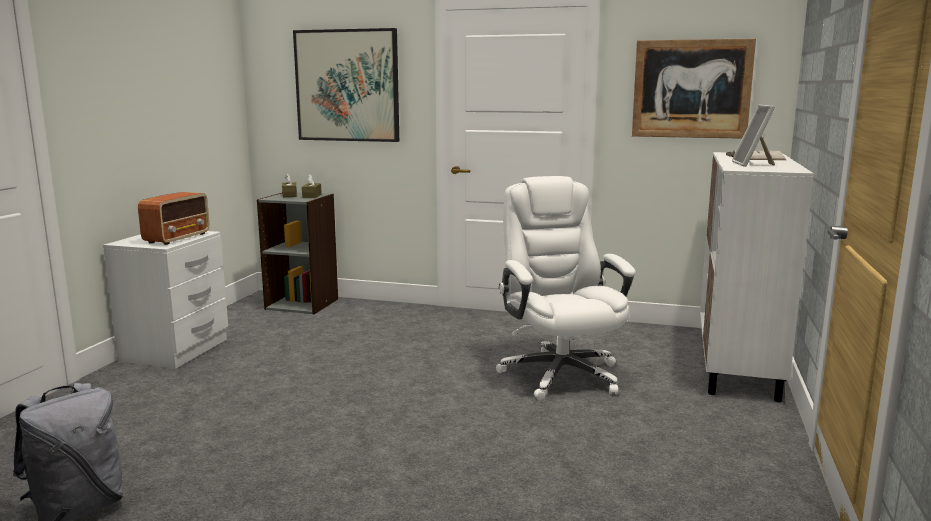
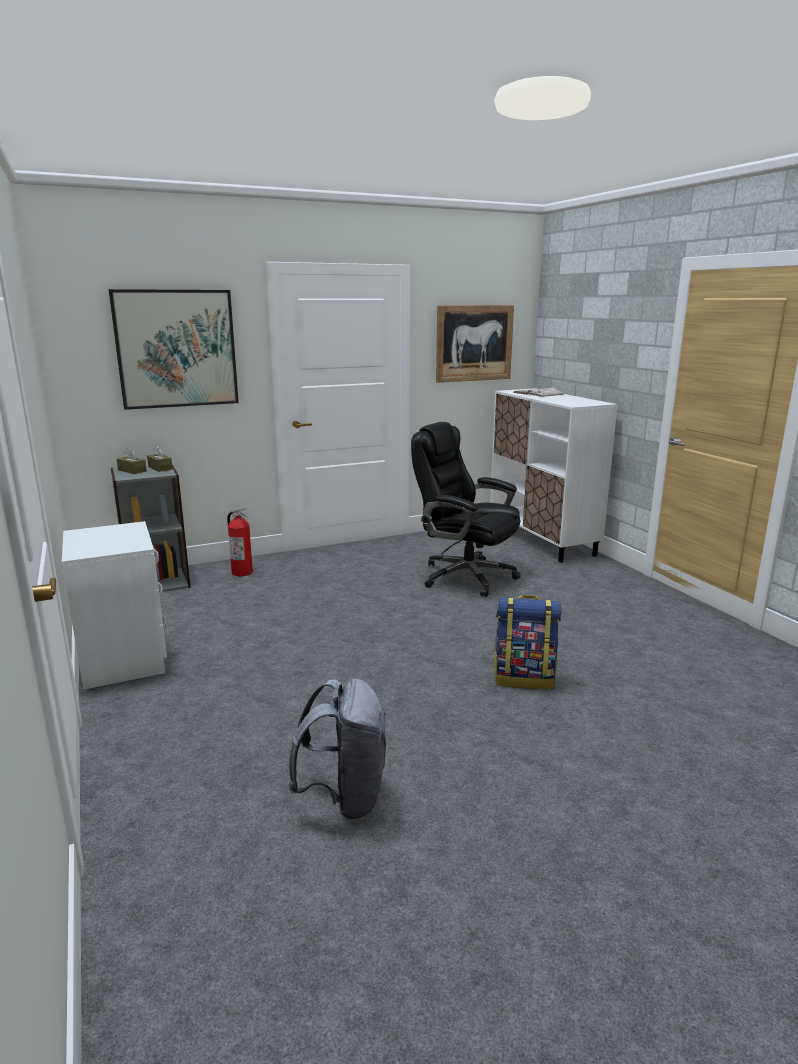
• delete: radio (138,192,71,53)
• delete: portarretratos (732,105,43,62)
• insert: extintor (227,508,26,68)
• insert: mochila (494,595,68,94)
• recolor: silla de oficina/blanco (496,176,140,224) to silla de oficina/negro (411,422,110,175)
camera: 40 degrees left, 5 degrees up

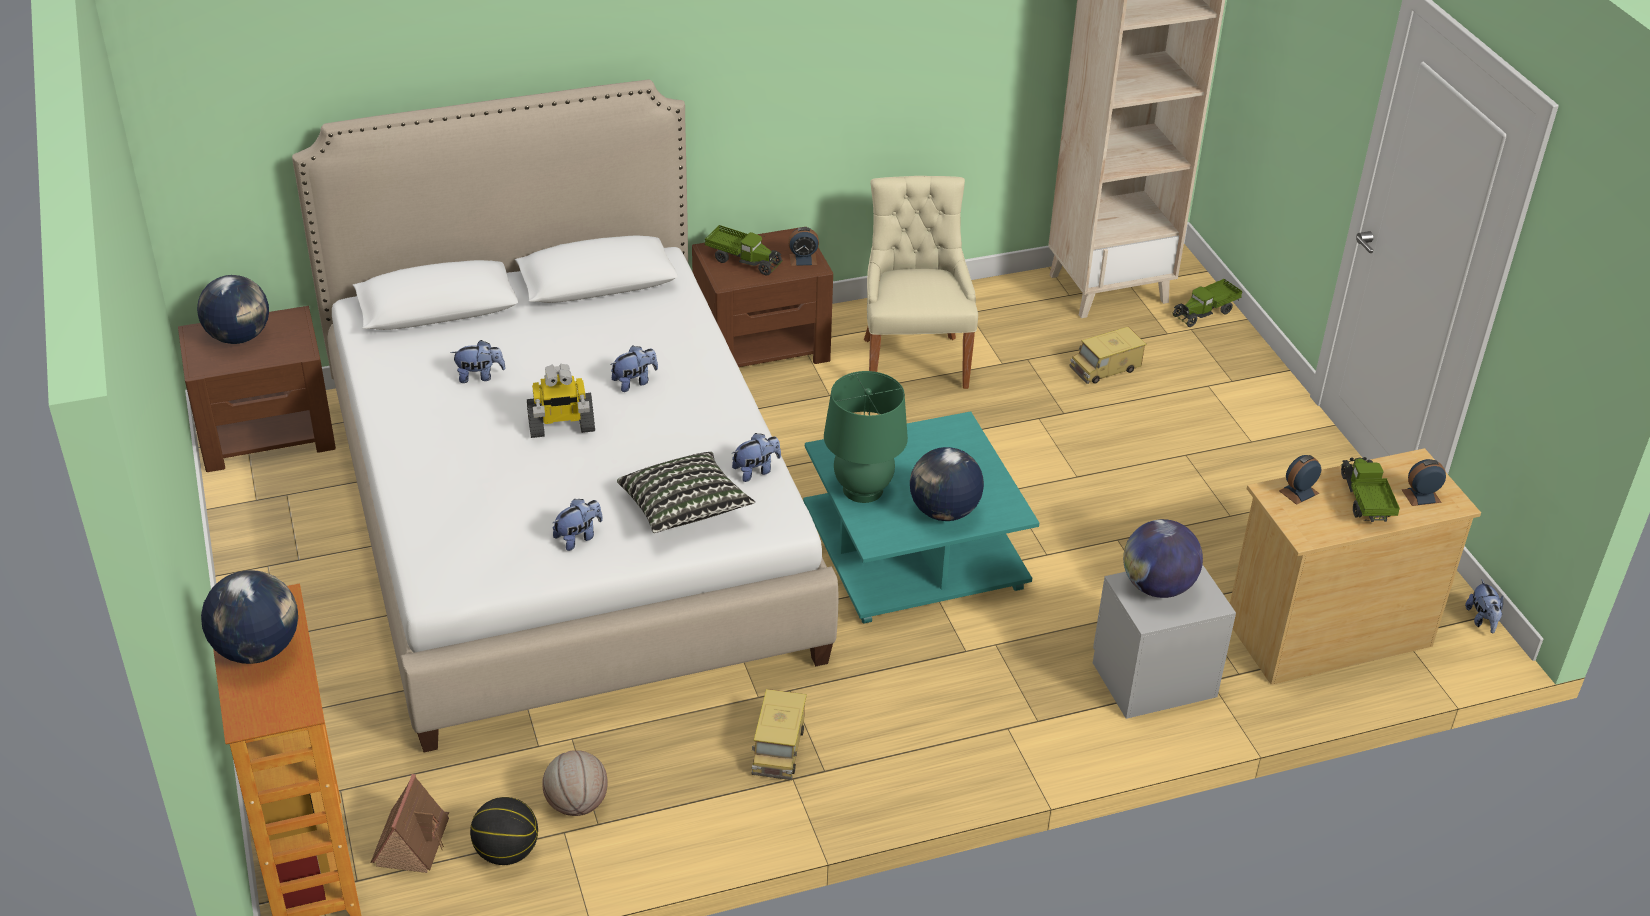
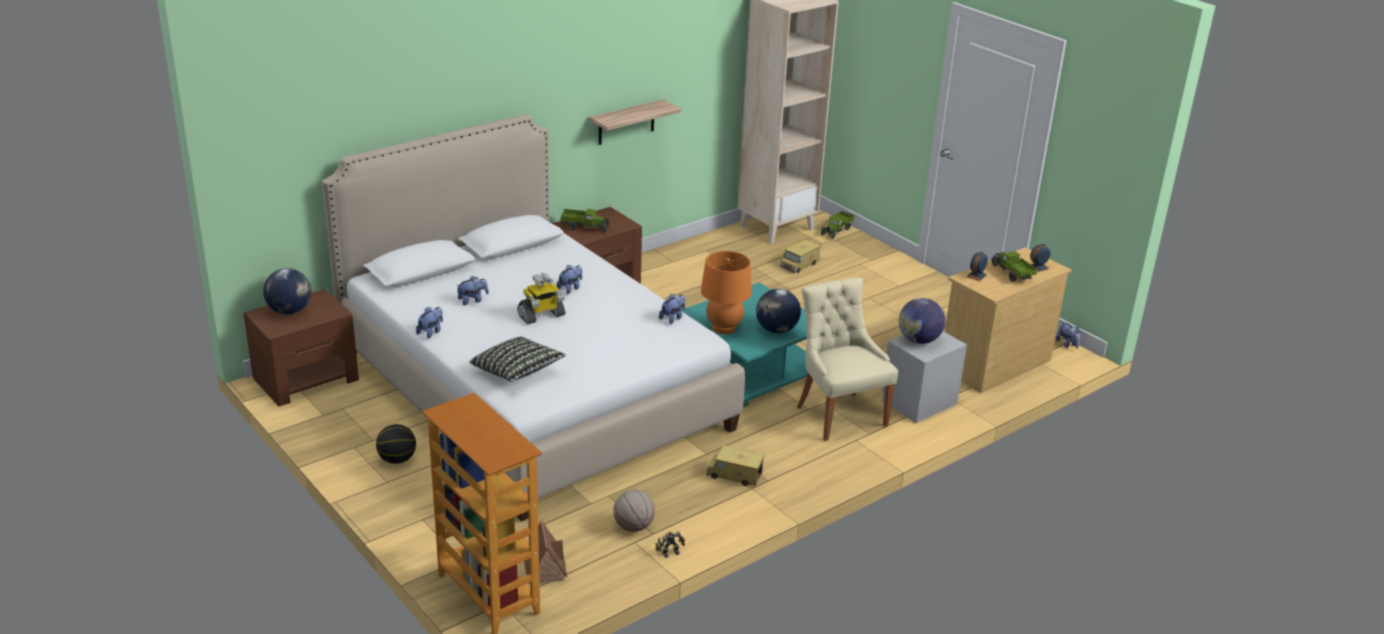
• delete: globo terráqueo (201,570,97,94)
• delete: despertador (788,227,31,39)
• insert: estante (589,99,93,46)
• insert: robot de juguete (655,531,30,27)
• move: balón de baloncesto (470,797,68,68) to (376,424,40,40)
• move: peluche (553,499,50,52) to (416,307,27,32)
• move: cojín (617,452,138,81) to (469,337,97,44)
• move: silla/beis (864,176,114,213) to (797,277,101,164)
• recolor: lámpara de mesa/verde (824,371,84,132) to lámpara de mesa/naranja (701,251,51,83)
• rotate: camión de juguete (752,689,55,91) = (706,445,59,41) 120 degrees clockwise
camera: 20 degrees left, 10 degrees down

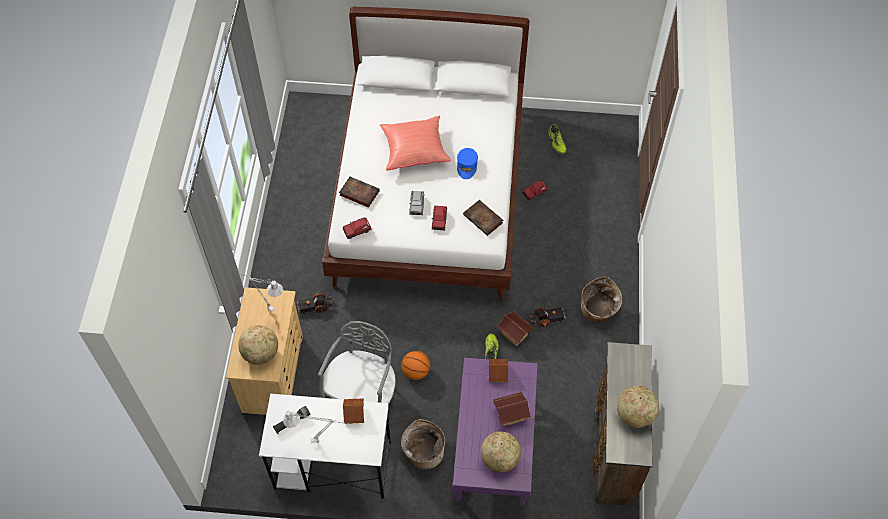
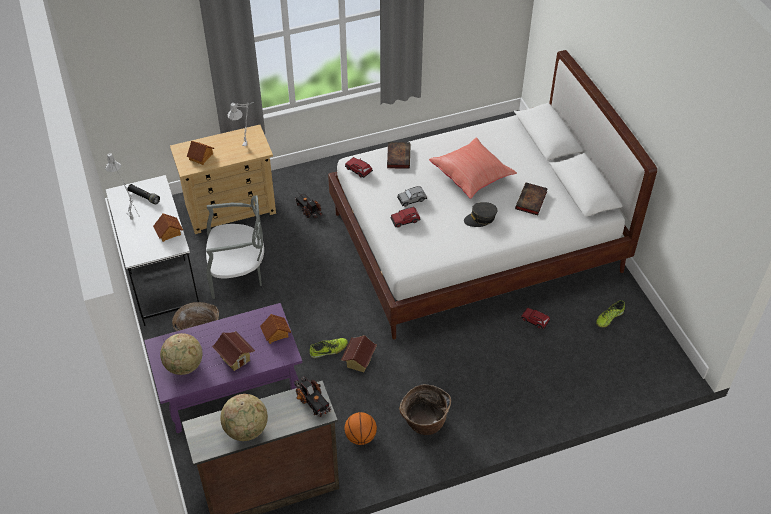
• move: balón de baloncesto (401,351,29,29) to (344,412,33,33)
• move: libro (463,200,40,36) to (515,183,33,32)
• move: camión de juguete (528,307,41,20) to (294,376,37,41)
• replace: globo terráqueo (238,325,40,40) to casita (187,141,27,24)
• recolor: gorra/azul (457,148,21,31) to gorra/gris (464,202,34,25)
camera: 65 degrees right, 10 degrees down

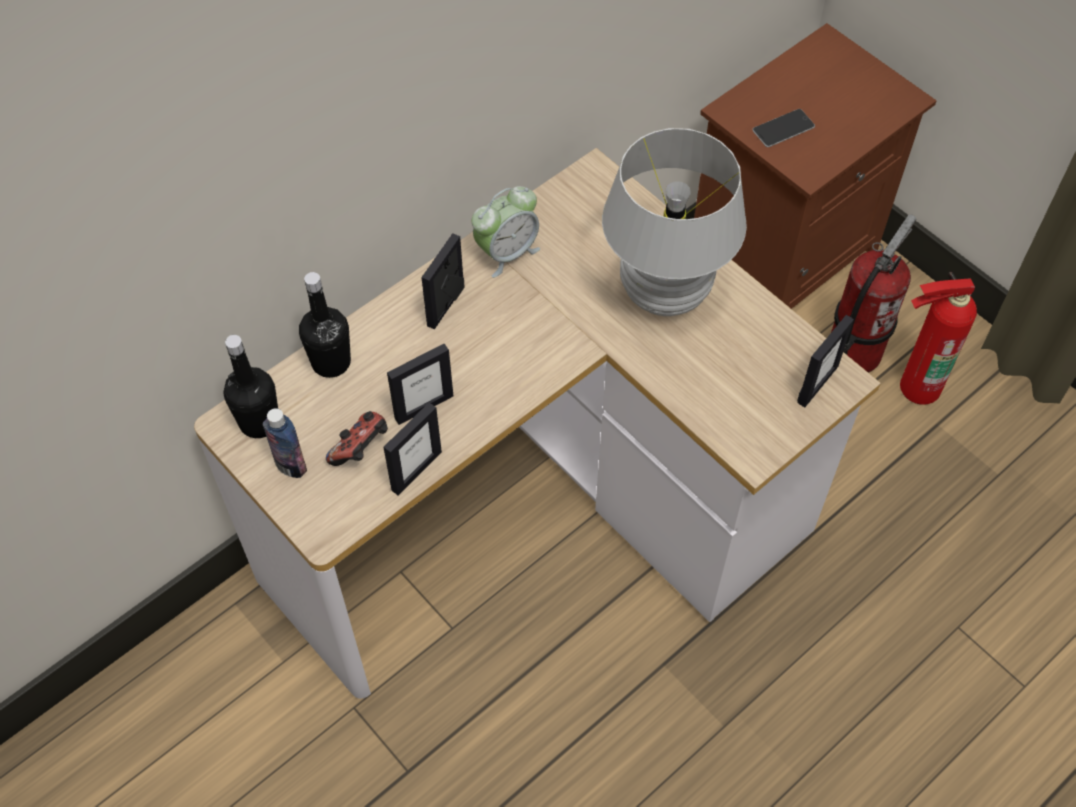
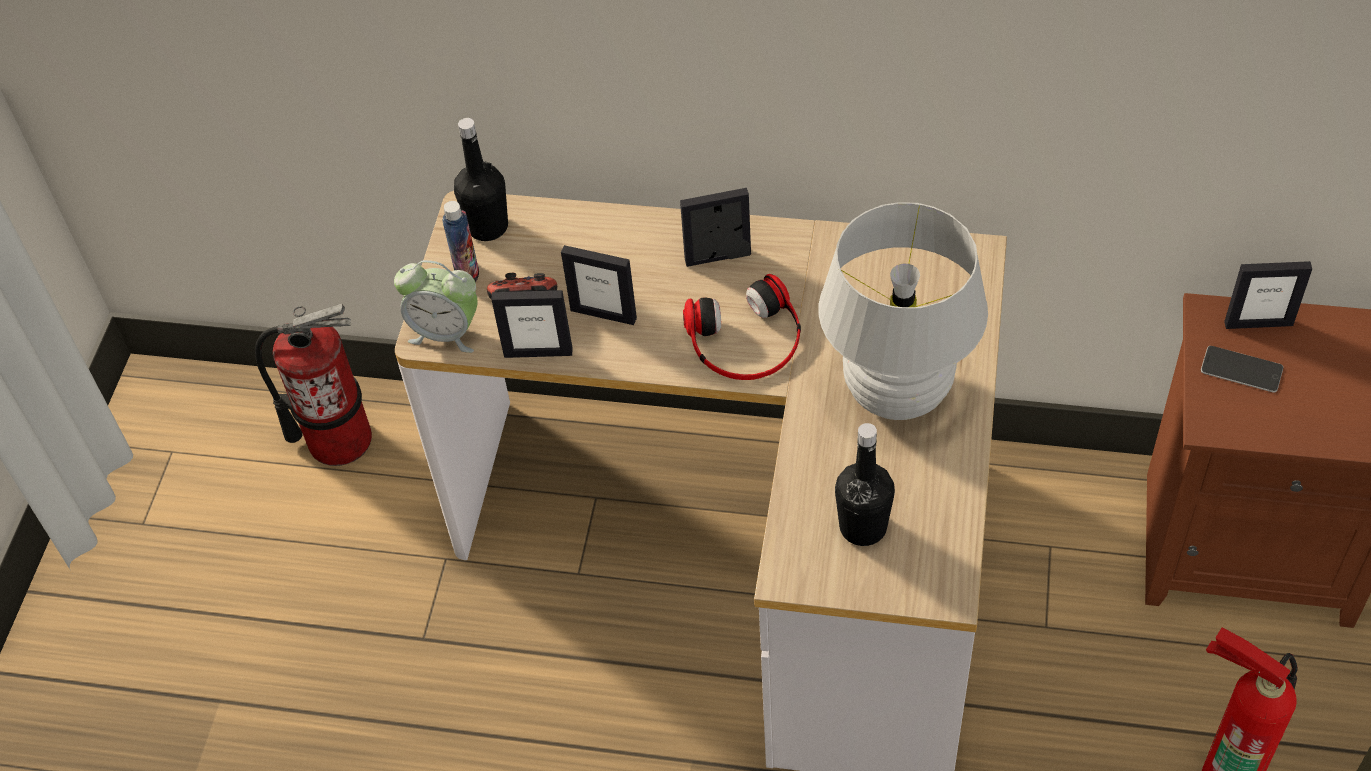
• insert: auriculares (683,274,118,106)
• move: botella/negro (299,272,52,106) to (835,423,60,123)
• move: despertador (472,186,68,92) to (394,260,84,93)
• move: portarretratos (797,315,57,92) to (1224,261,88,68)
• move: extintor (831,215,85,158) to (255,304,117,162)
camera: 55 degrees right, 5 degrees down

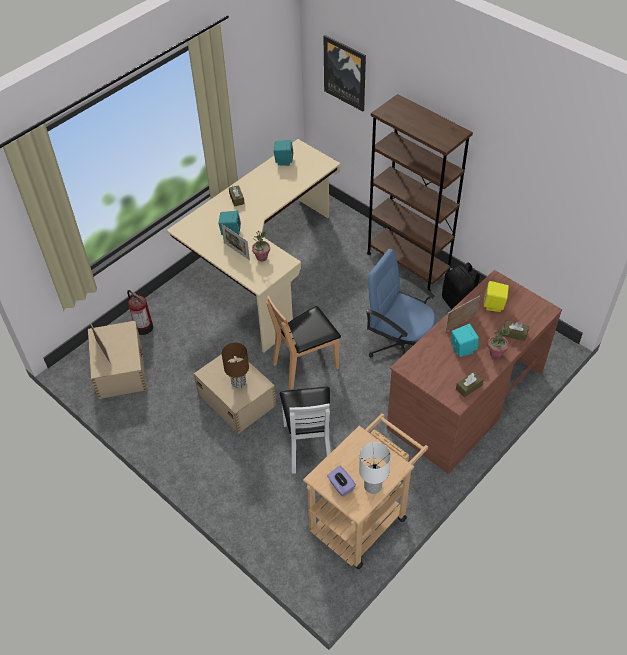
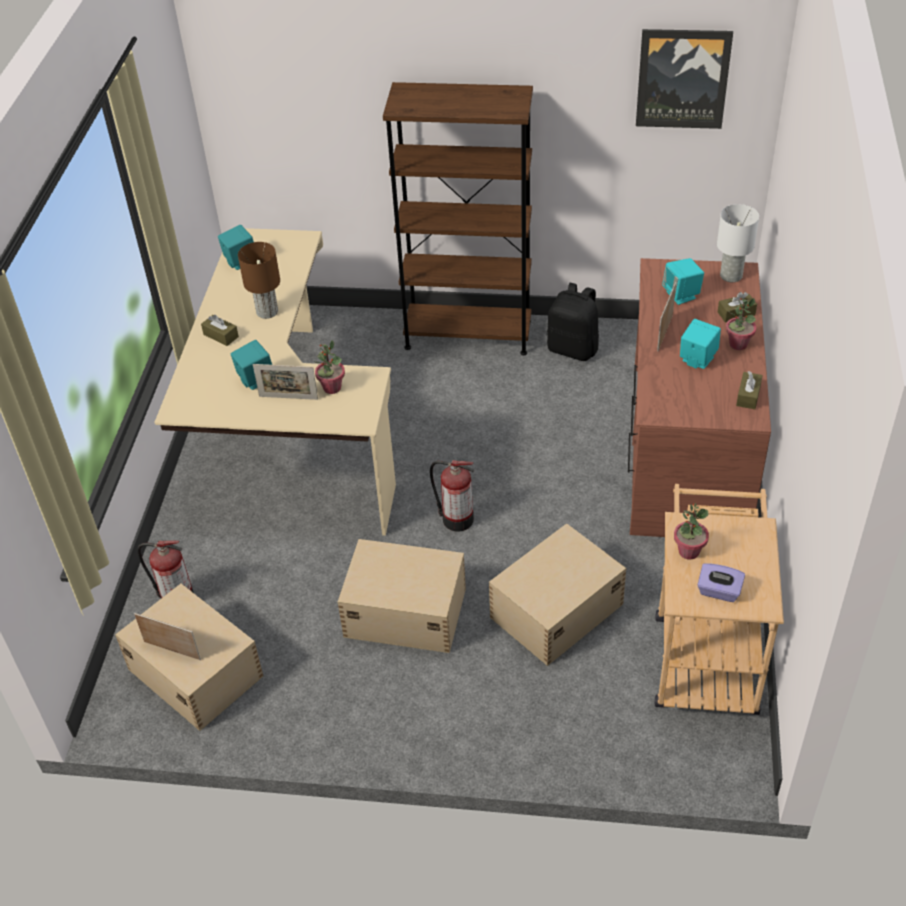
• delete: silla de oficina/azul (366,249,69,109)
• insert: planta en maceta (674,503,35,57)
• move: lámpara de mesa/marrón (222,343,27,46) to (238,242,42,77)
• move: cuadro (324,35,42,76) to (636,29,97,100)
• move: lámpara de mesa/blanco (359,442,32,52) to (717,204,42,78)
• replace: silla/marrón (266,295,75,94) to extintor (430,460,45,72)
• replace: silla/blanco (280,387,51,87) to caja de almacenaje/beis (489,523,137,143)
• recolor: altavoz/amarillo (483,281,26,31) to altavoz/turquesa (662,258,42,47)
camera: 35 degrees left, 5 degrees down

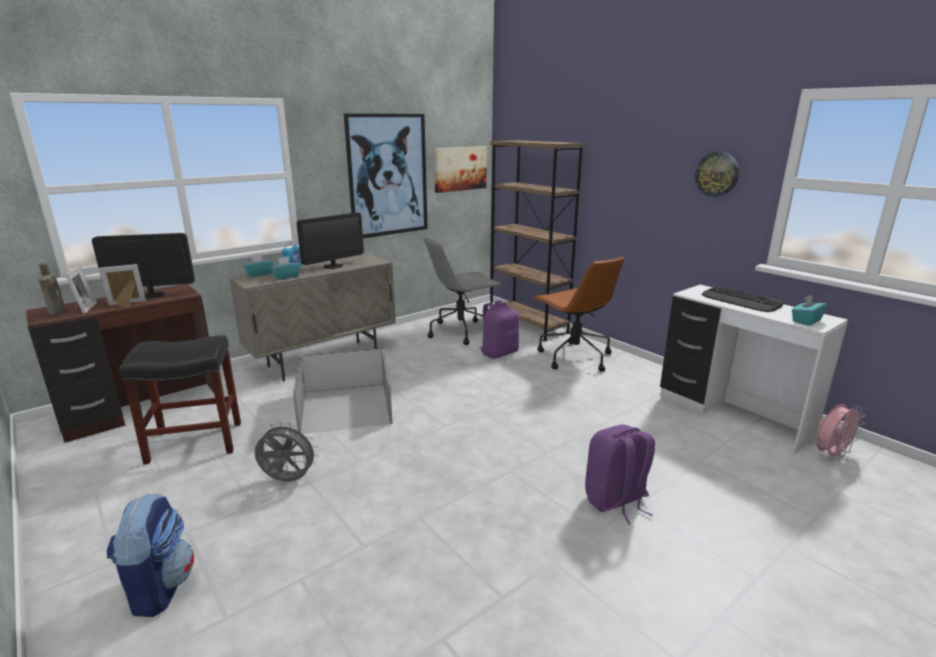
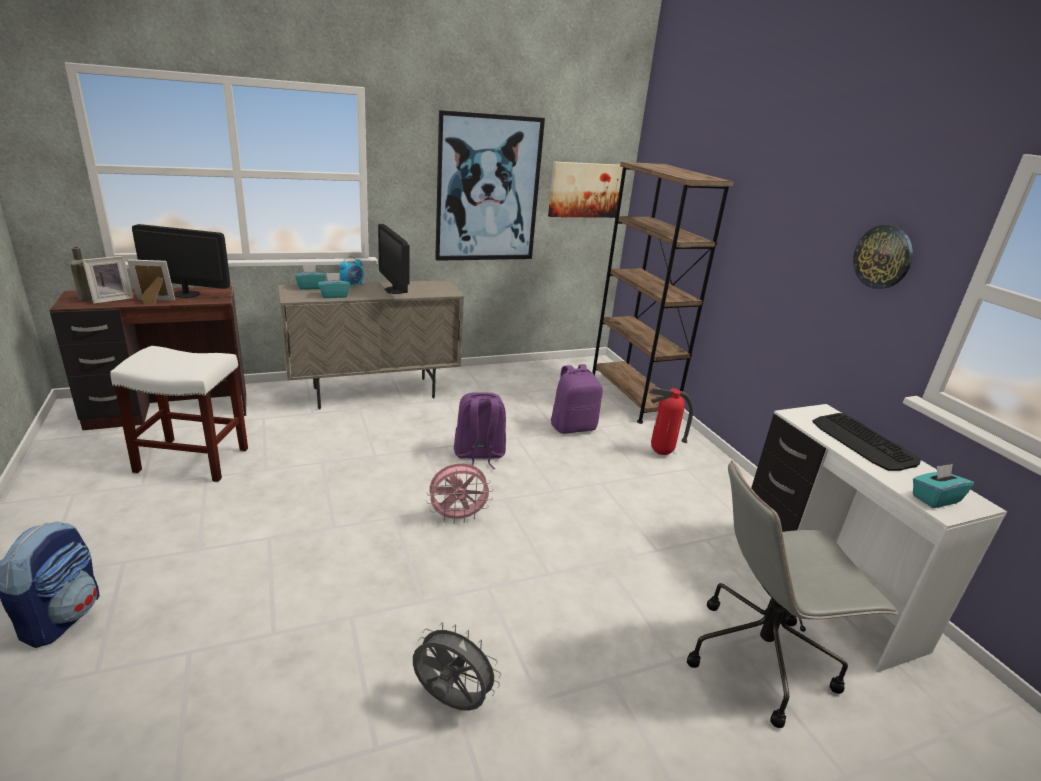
• delete: caja de almacenaje/negro (293,348,99,86)
• move: ventilador/gris (255,422,64,60) to (413,622,88,89)
• move: silla de oficina/gris (423,236,79,109) to (687,460,212,268)
• move: mochila/morado (585,425,70,100) to (454,392,52,77)
• move: ventilador/rosa (816,404,49,57) to (426,463,67,60)
• replace: silla de oficina/marrón (533,256,91,115) to extintor (649,388,44,67)
• recolor: taburete/negro (120,335,121,129) to taburete/blanco (111,346,137,136)
• rotate: portarretratos (65,266,32,48) = (82,256,51,48) 45 degrees clockwise
• rotate: monitor (297,212,67,57) = (378,224,32,70) 90 degrees clockwise
camera: 15 degrees right, 5 degrees up

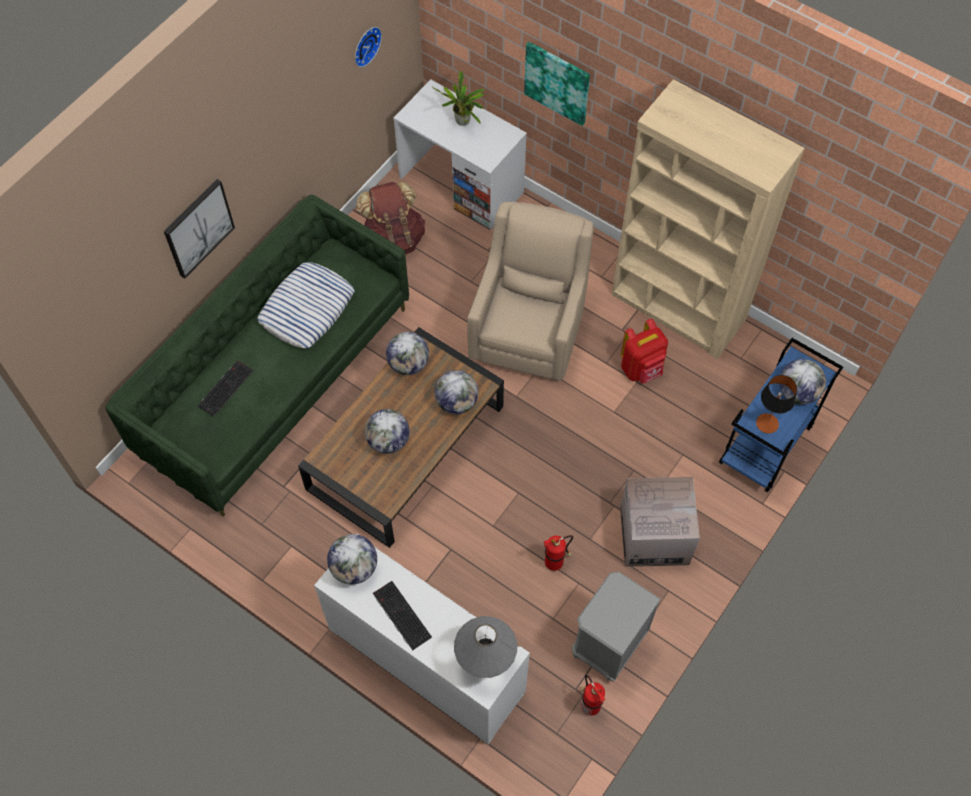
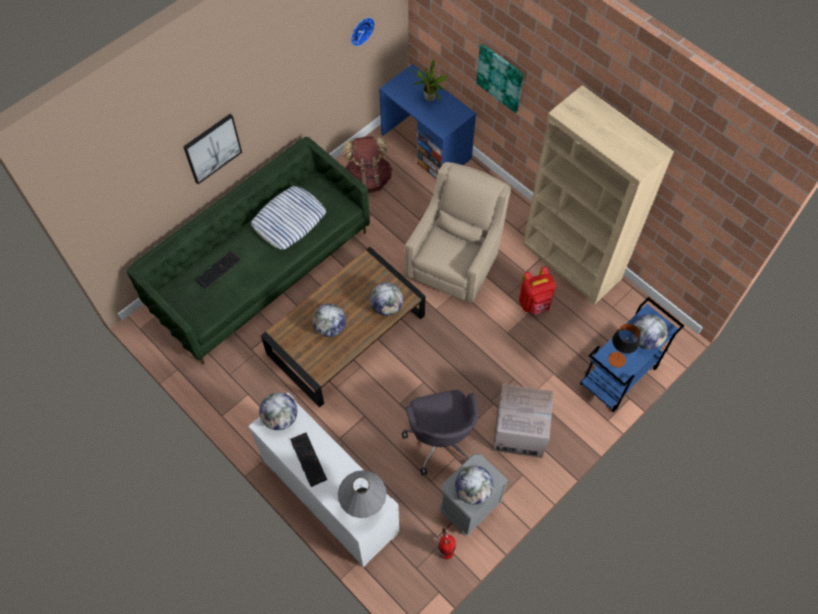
• move: globo terráqueo (386,332,43,43) to (455,466,38,39)
• replace: extintor (544,535,29,36) to silla de oficina/gris (402,390,77,85)
• recolor: escritorio/blanco (393,79,134,151) to escritorio/azul (379,64,97,116)
camera: 10 degrees right, 0 degrees up

